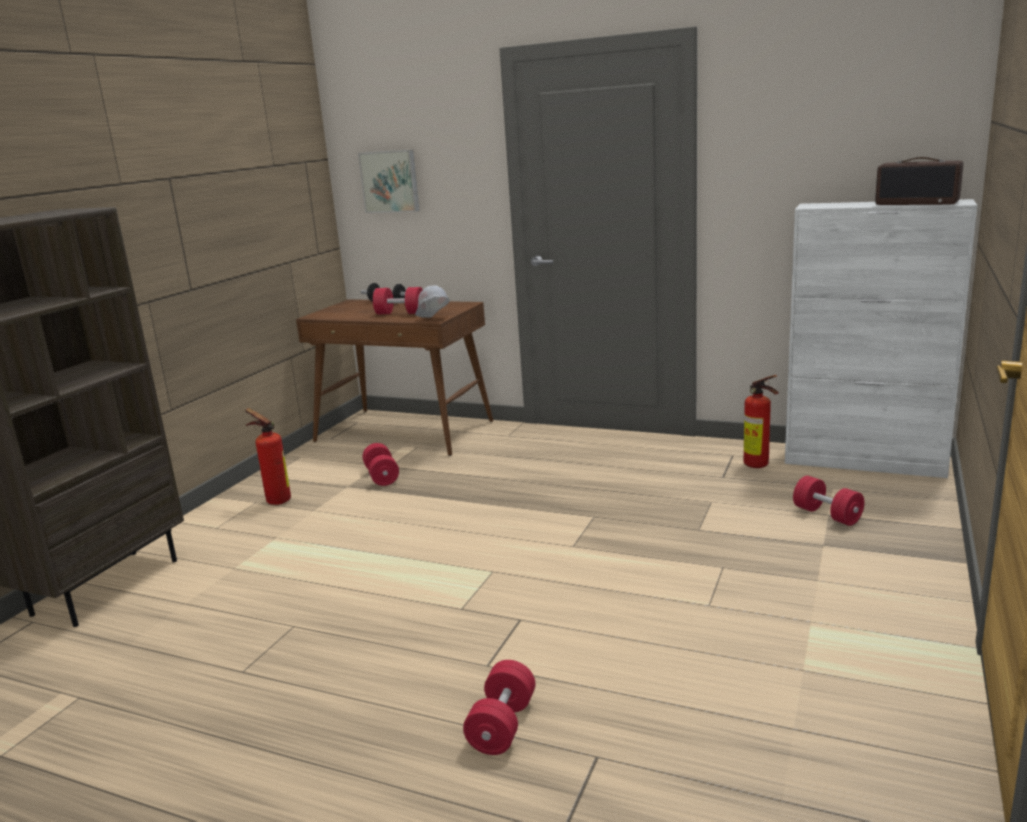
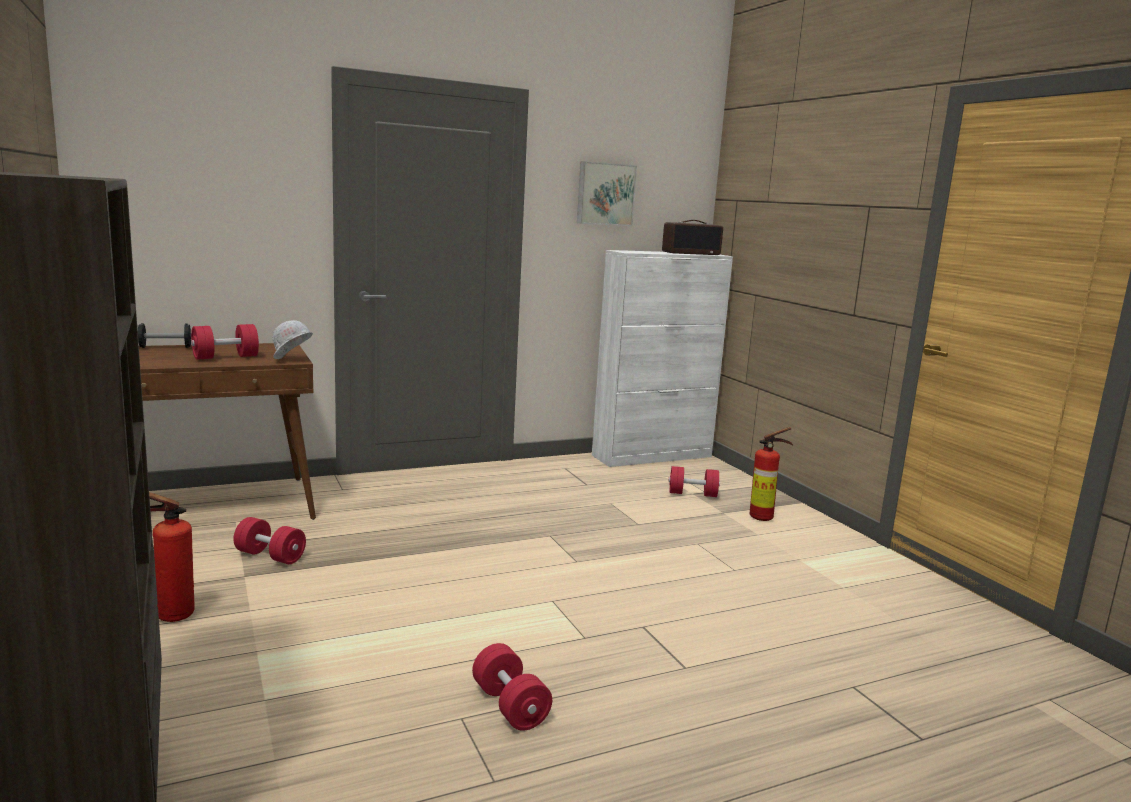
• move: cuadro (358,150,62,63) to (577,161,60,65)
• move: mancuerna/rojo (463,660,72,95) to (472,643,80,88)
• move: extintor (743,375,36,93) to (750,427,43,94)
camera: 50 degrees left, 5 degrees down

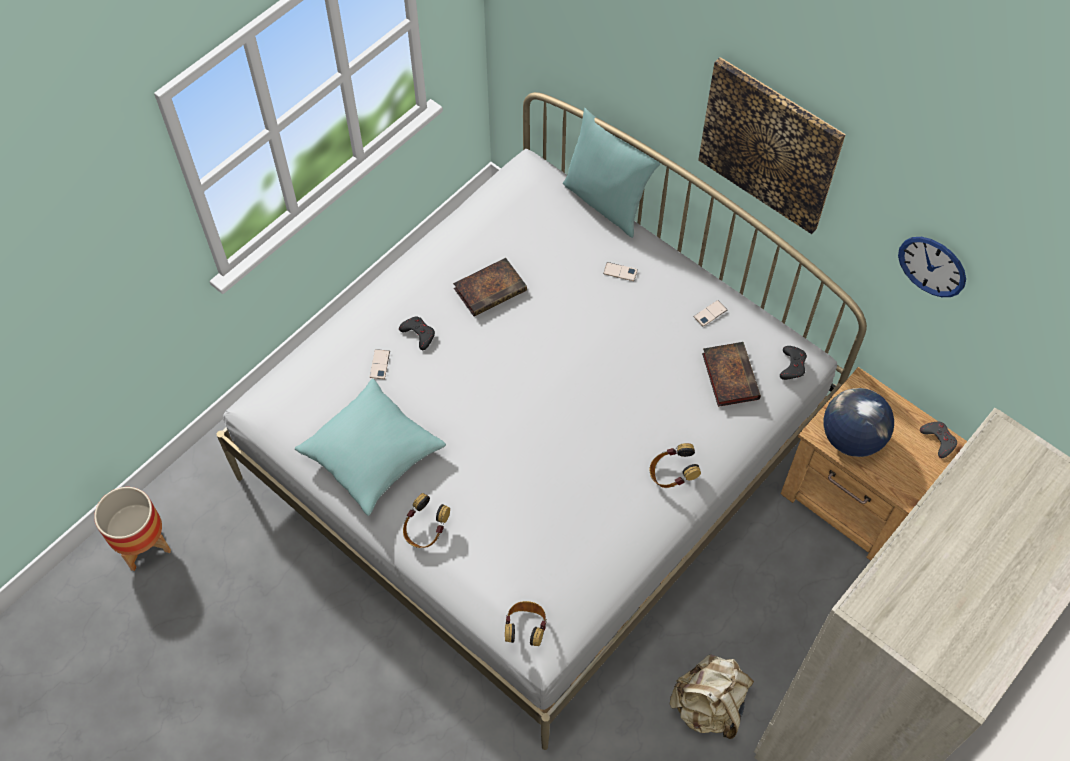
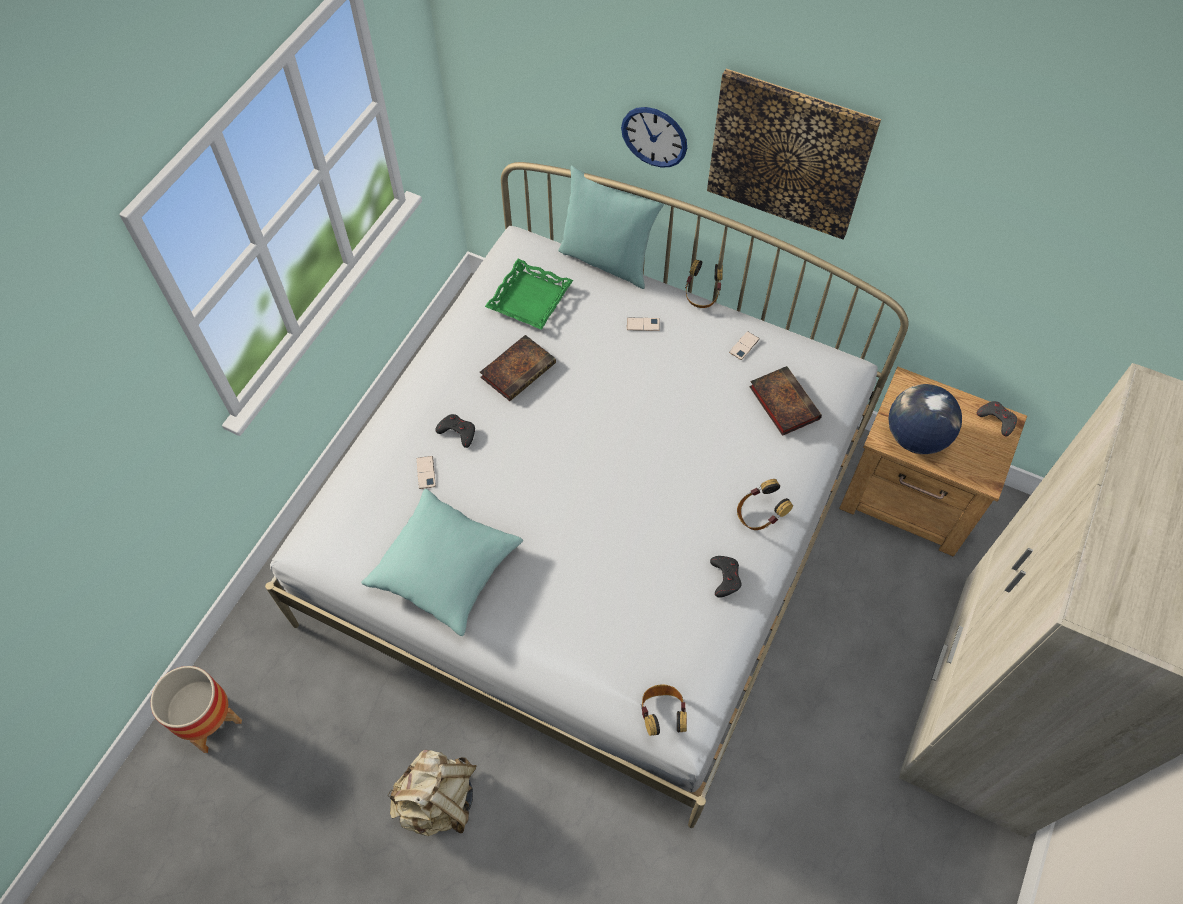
• insert: bandeja/verde (485,259,88,71)
• move: auriculares (403,493,47,55) to (685,260,38,48)
• move: mochila/beis (670,654,84,85) to (387,750,90,86)
• move: mando de consola/negro (780,346,27,34) to (710,556,32,42)
• move: reloj de pared (898,237,68,60) to (621,107,66,61)
camera: 15 degrees left, 0 degrees up

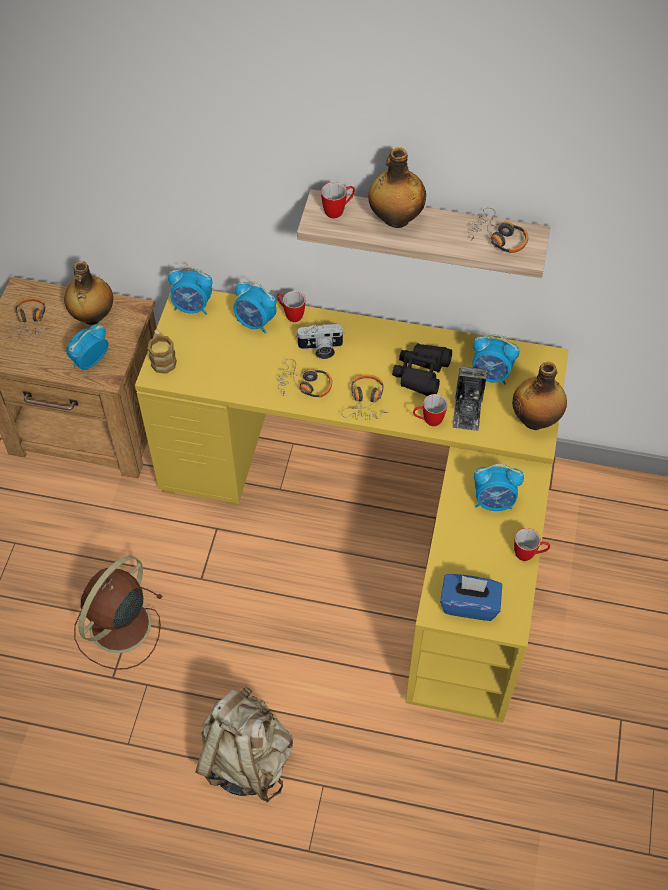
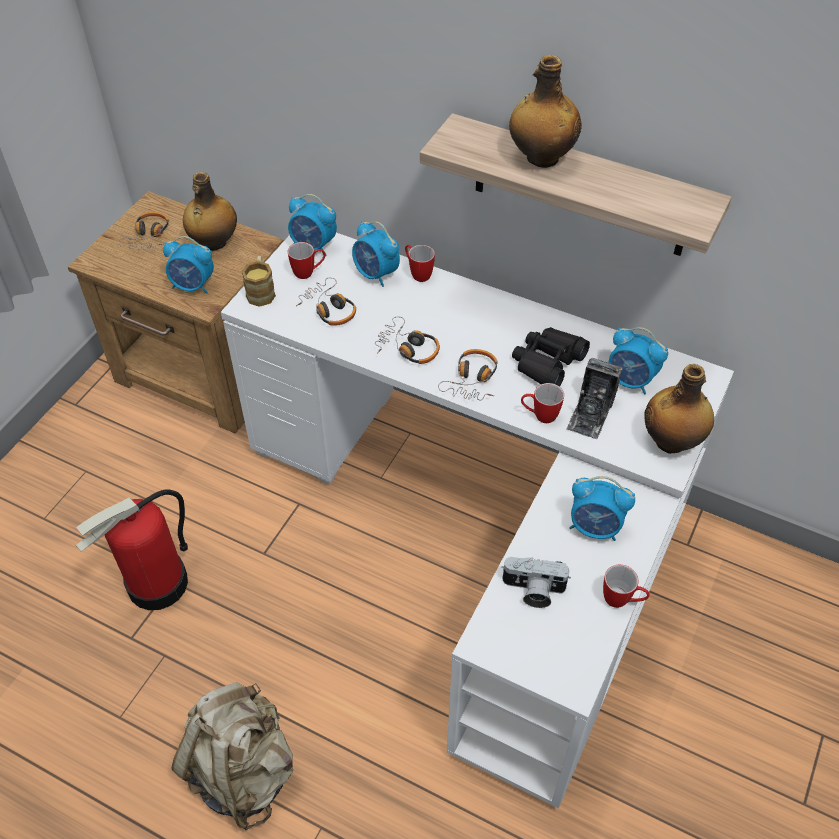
• delete: caja de pañuelos/azul (440,574,62,47)
• move: cámara (296,323,48,36) to (502,557,69,51)
• move: taza grande (321,182,34,36) to (288,242,38,37)
• move: auriculares (468,208,60,45) to (296,278,60,48)
• replace: ventilador/marrón (74,556,88,114) to extintor (76,489,112,121)
• recolor: escritorio/amarillo (135,286,434,437) to escritorio/blanco (221,233,513,576)
• rotate: despertador (66,324,43,46) = (163,236,51,58) 135 degrees counterclockwise
camera: 15 degrees right, 5 degrees down

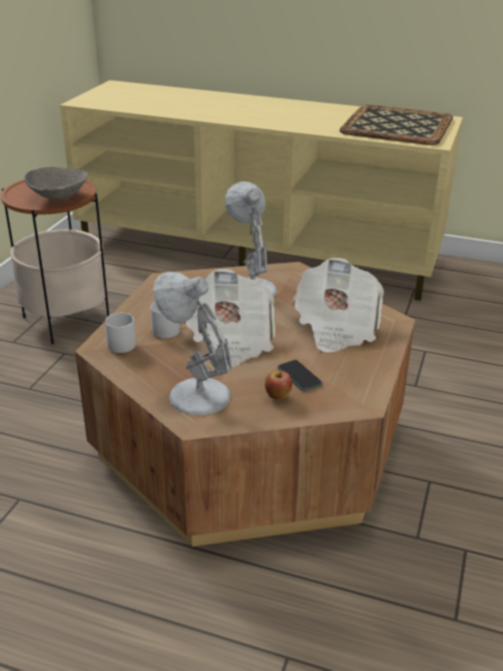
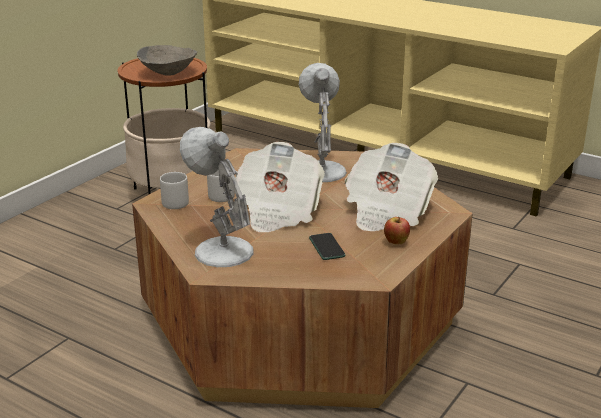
• delete: bandeja (339,105,114,40)
• move: manzana (265,370,27,30) to (384,217,26,27)
camera: 15 degrees right, 5 degrees down

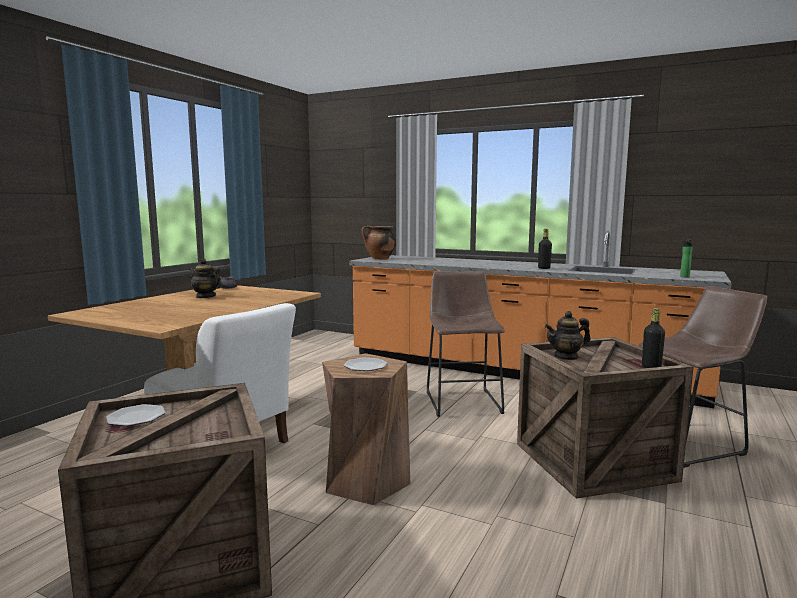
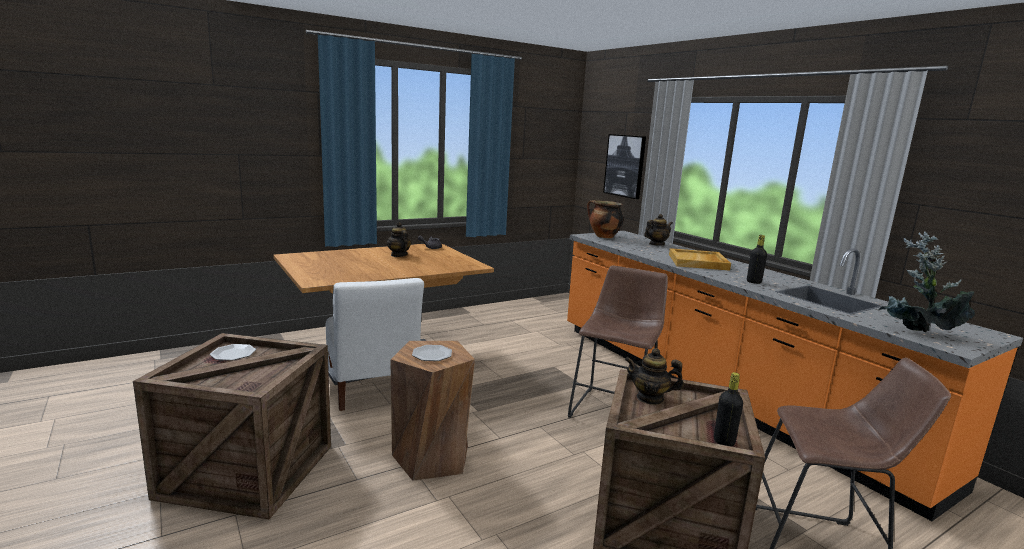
• insert: cuadro (603,134,43,65)
• insert: tetera (644,214,29,32)
• insert: bandeja/beis (669,248,62,23)
• replace: botella (680,240,13,37) to planta en maceta (879,231,96,101)
camera: 30 degrees right, 5 degrees up

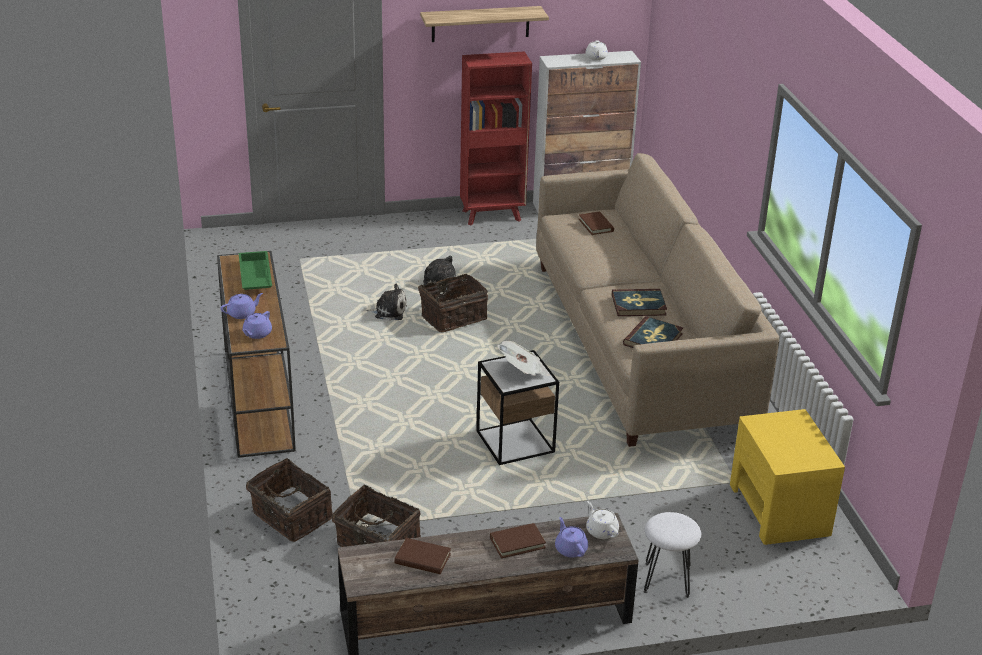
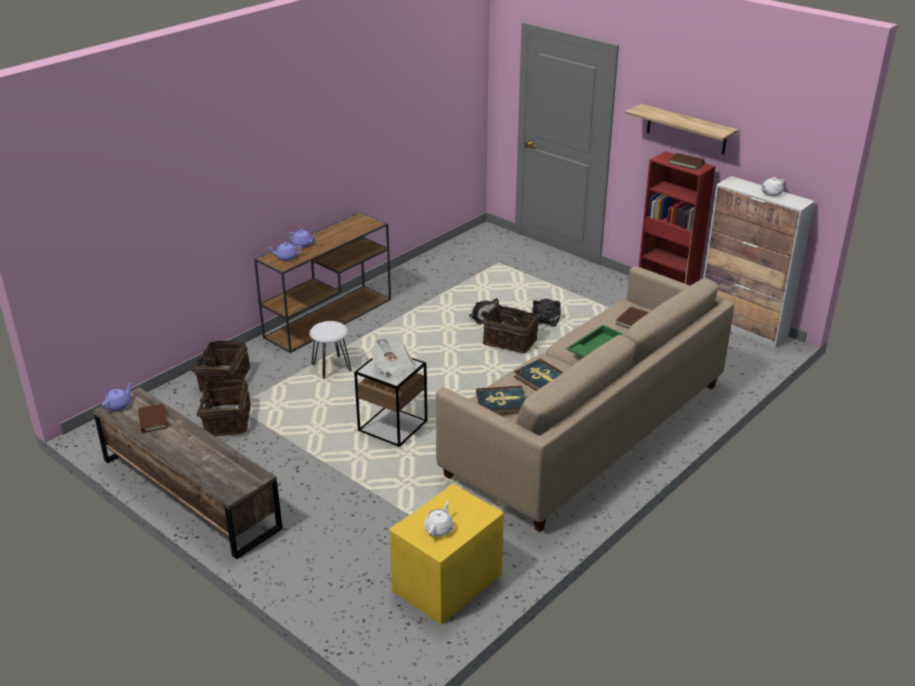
• move: bandeja/verde (239,251,33,39) to (566,325,57,32)
• move: libro/marrón (490,523,56,35) to (668,153,37,17)
• move: tetera/morado (555,517,33,41) to (102,383,30,28)
• move: tetera/blanco (586,501,33,38) to (424,501,29,36)
• move: taburete/blanco (644,512,57,86) to (310,321,41,58)
camera: 55 degrees right, 0 degrees up

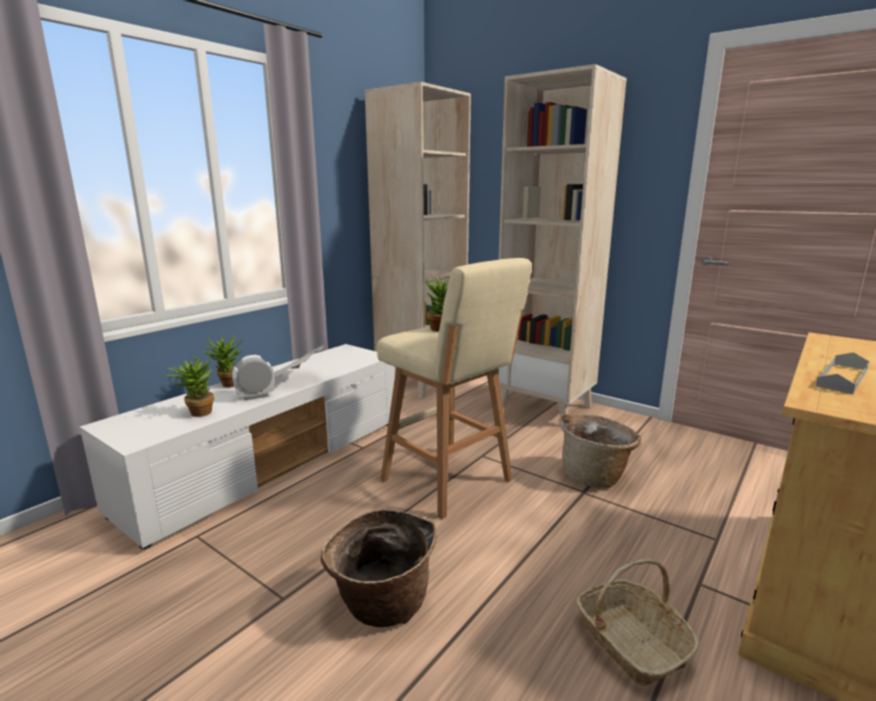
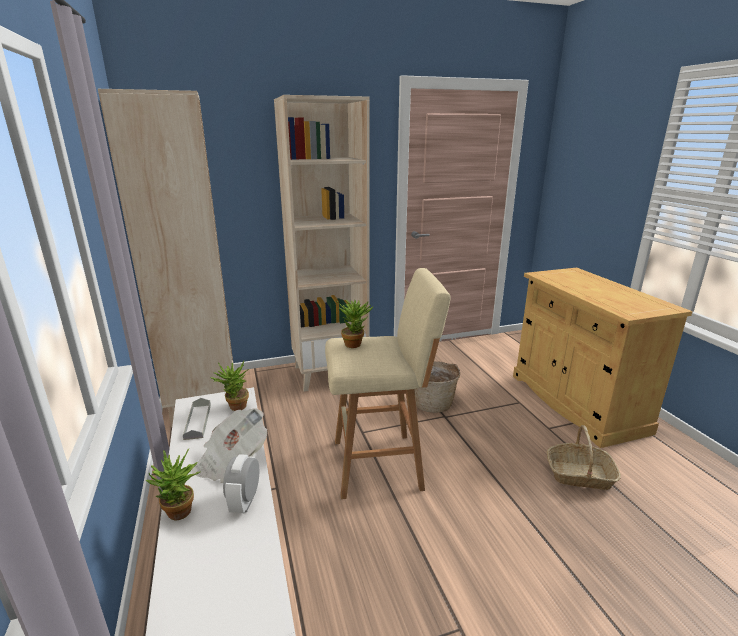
• delete: cesta (321,509,116,118)
• move: planta en maceta (167,354,47,63) to (210,361,39,50)
• move: bandeja/gris (815,352,55,42) to (183,398,28,42)
camera: 55 degrees left, 5 degrees up

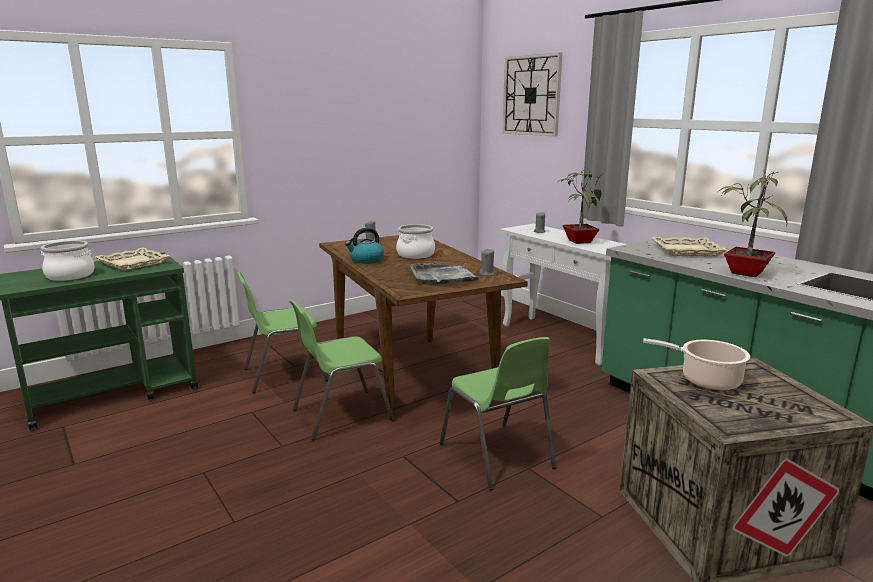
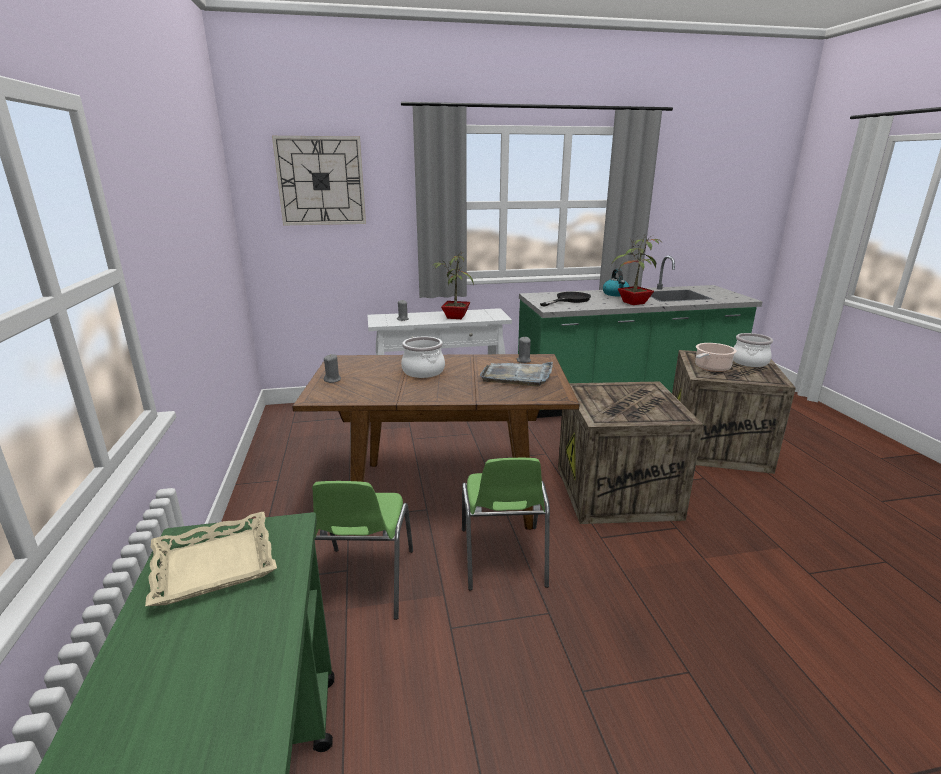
• move: olla (41,241,53,40) to (733,333,40,34)
• move: hervidor (345,228,39,36) to (603,269,27,27)
• replace: silla/verde (440,337,116,153) to caja de embalaje (558,382,145,142)
• replace: bandeja/beis (652,237,75,19) to sartén/negro (540,292,51,15)
camera: 65 degrees left, 5 degrees up

